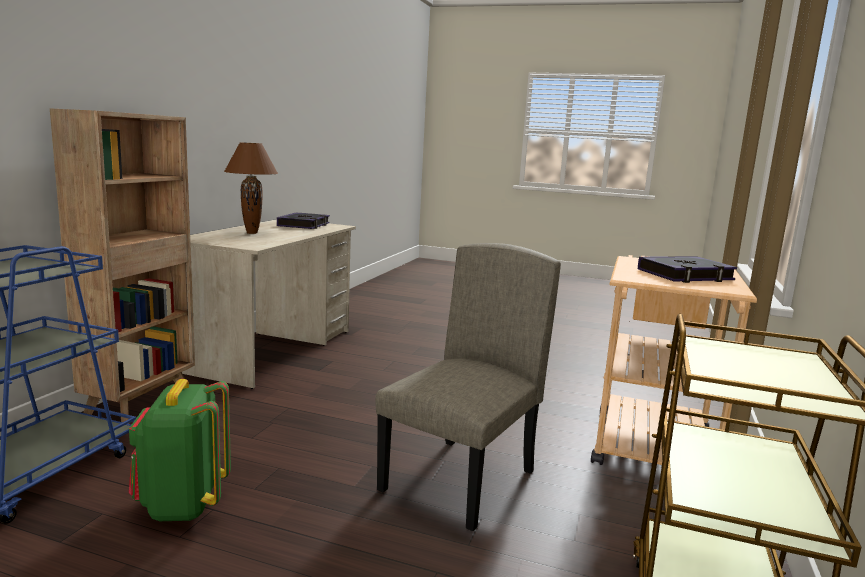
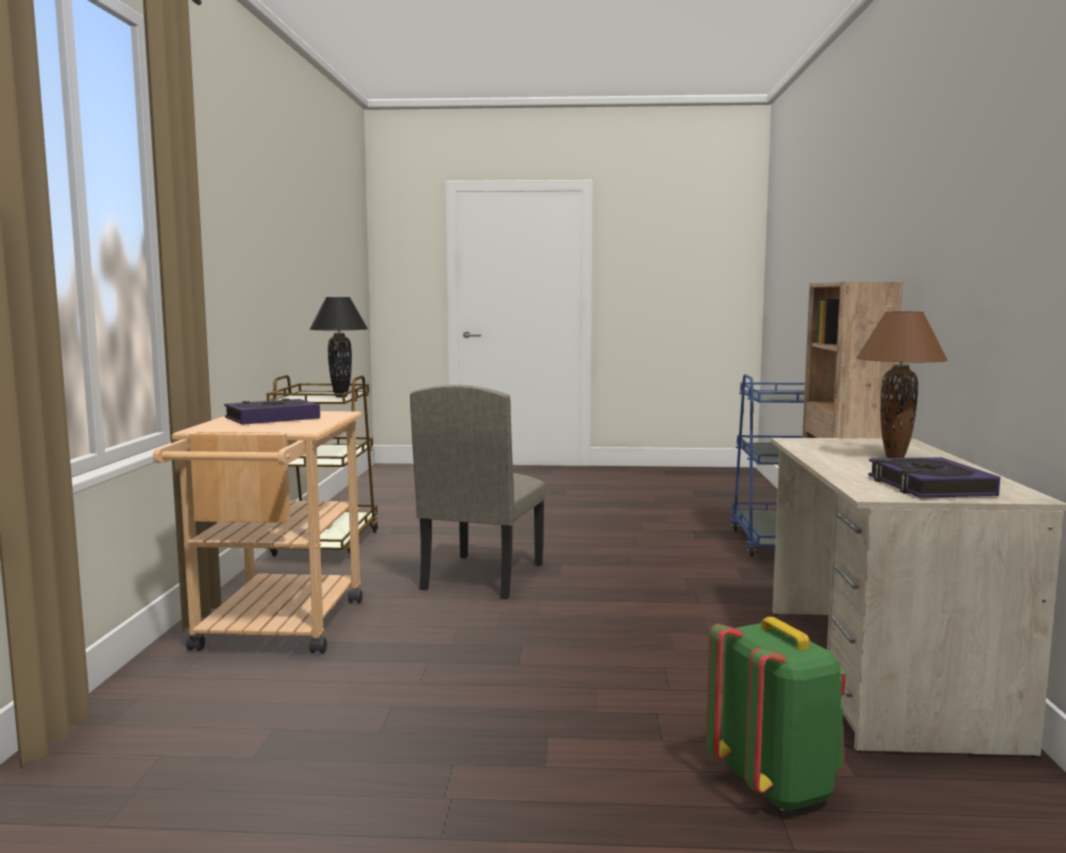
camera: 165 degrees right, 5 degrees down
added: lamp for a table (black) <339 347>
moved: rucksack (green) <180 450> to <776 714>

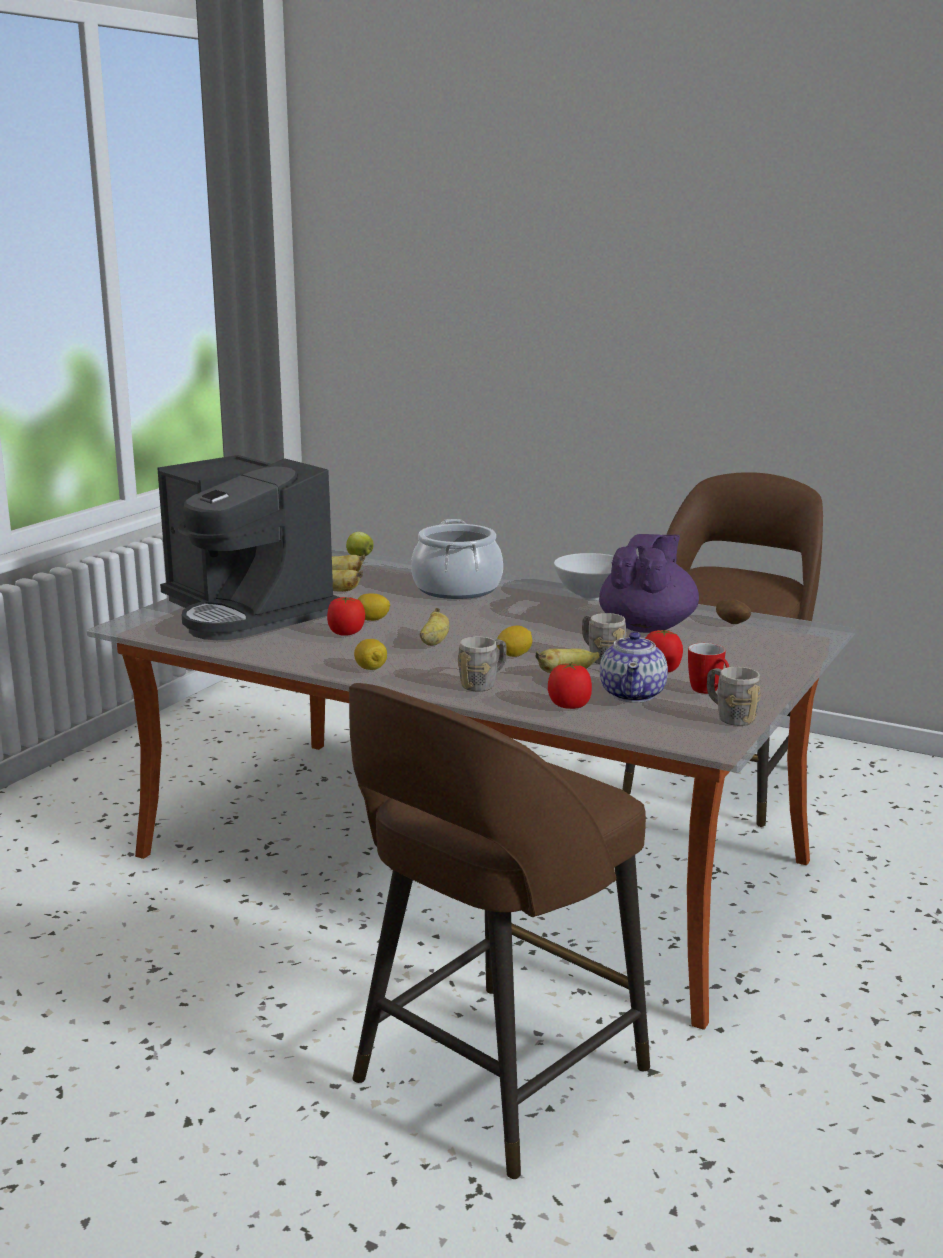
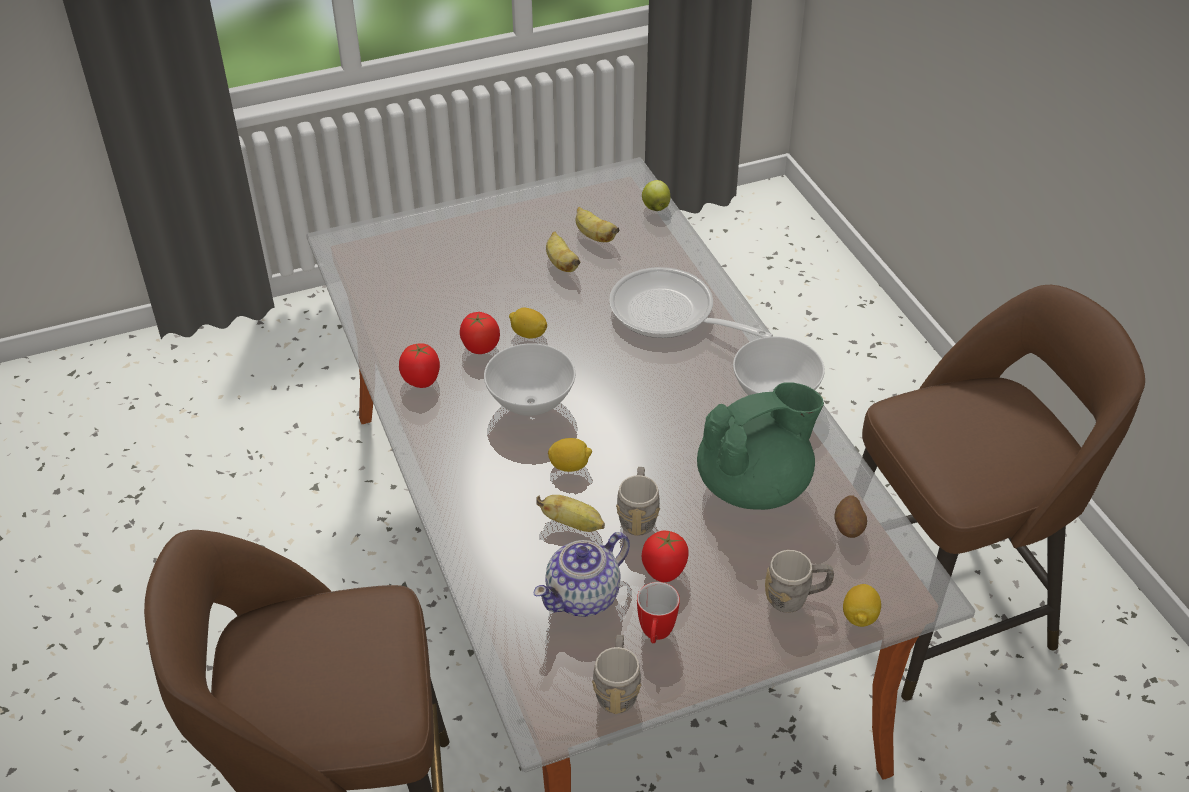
camera: 40 degrees right, 25 degrees up
removed: coffee machine <248 547>
moved: coffee mug (greyish) <482 663> to <799 581>; lemon <370 654> to <862 605>; fresh tomato <570 685> to <419 365>
replaced: stockpot <457 559> to skillet <691 302>; whole banana <434 627> to serving bowl (white-coloured) <529 379>
recoloured: pot for tea (purplish) <649 583> to pot for tea (green) <760 446>

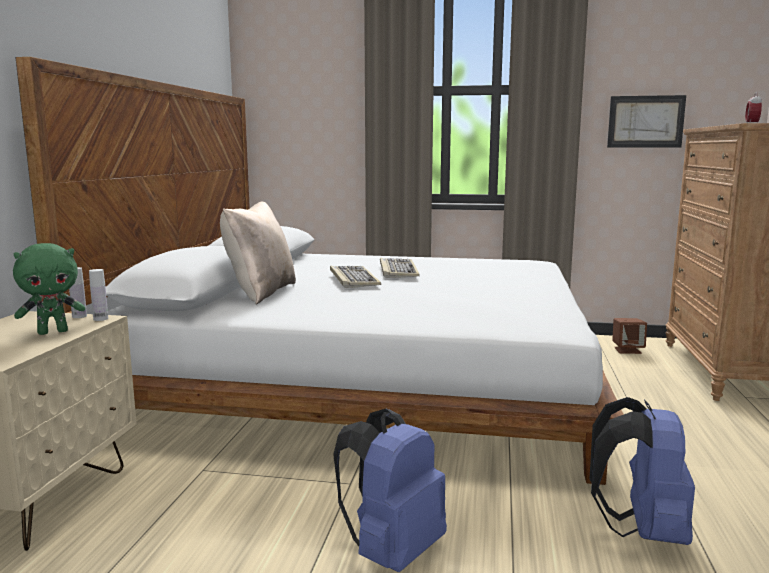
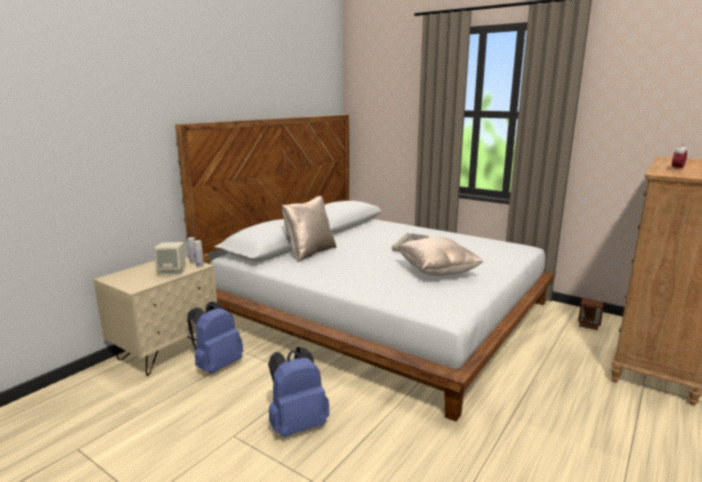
camera: 25 degrees right, 5 degrees up
removed: wall picture <646 121>; computer keyboard <355 277>
added: throw pillow (beige-coloured) <440 256>
moved: rucksack (blue-coloured) <642 471> to <215 337>
replaced: cuddly toy (green) <49 289> to speaker (beige-coloured) <170 259>

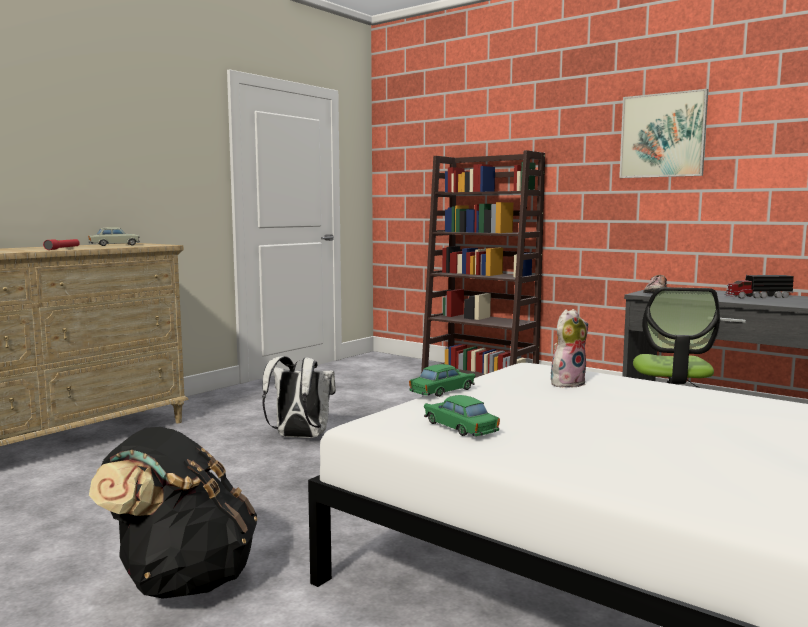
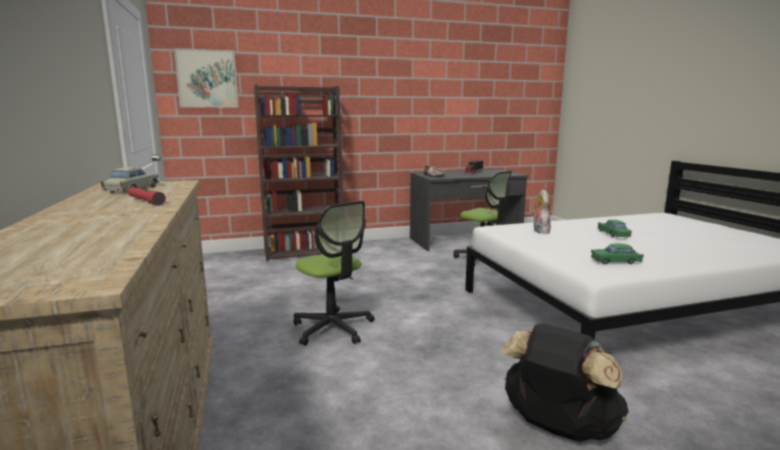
camera: 55 degrees left, 5 degrees up
moved: wall picture <663 133> to <206 77>; miniature car (green) <442 380> to <614 228>
replaced: rucksack (white-coloured) <299 397> to desk chair <334 273>

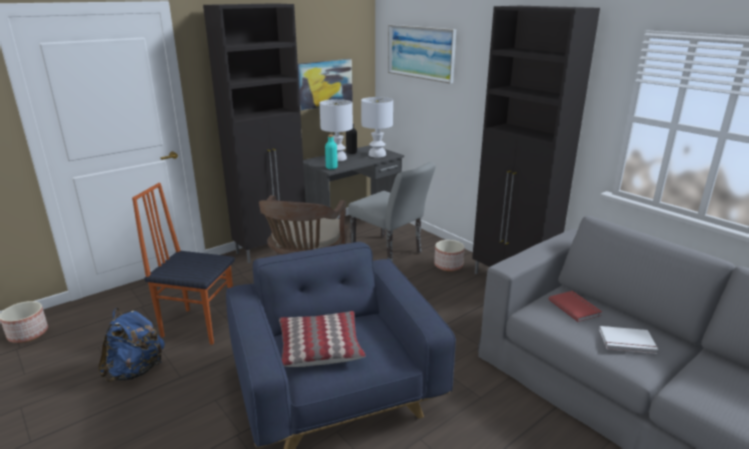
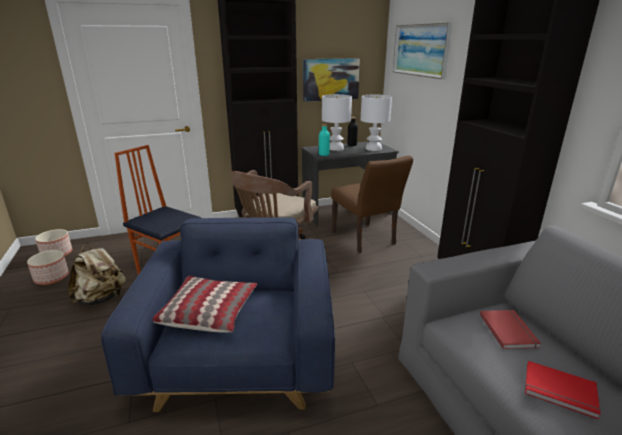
camera: 20 degrees right, 0 degrees up
moved: planter <449 255> to <48 267>
recoloured: upright chair (greyish) <392 212> to upright chair (brown) <372 204>; rucksack (blue-coloured) <131 345> to rucksack (beige-coloured) <97 274>; book (white-coloured) <628 340> to book (red-coloured) <563 390>

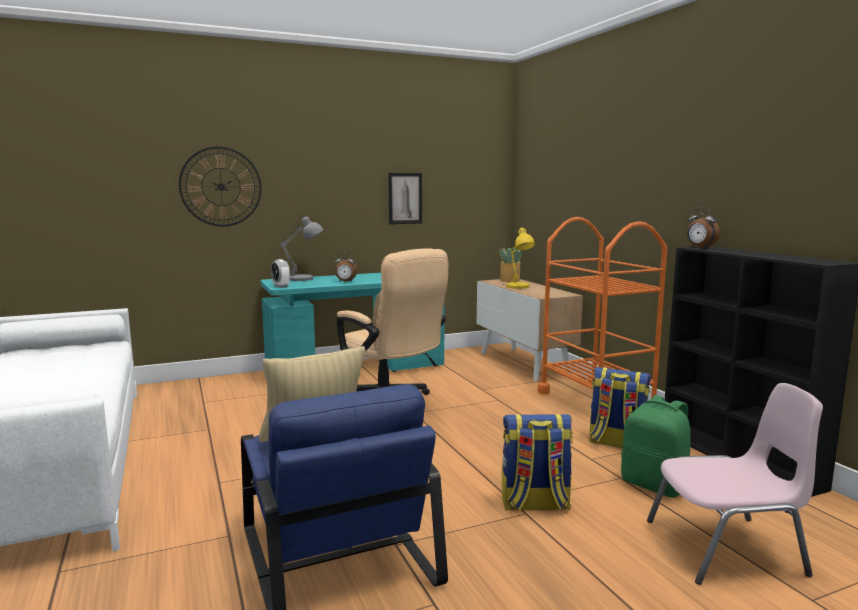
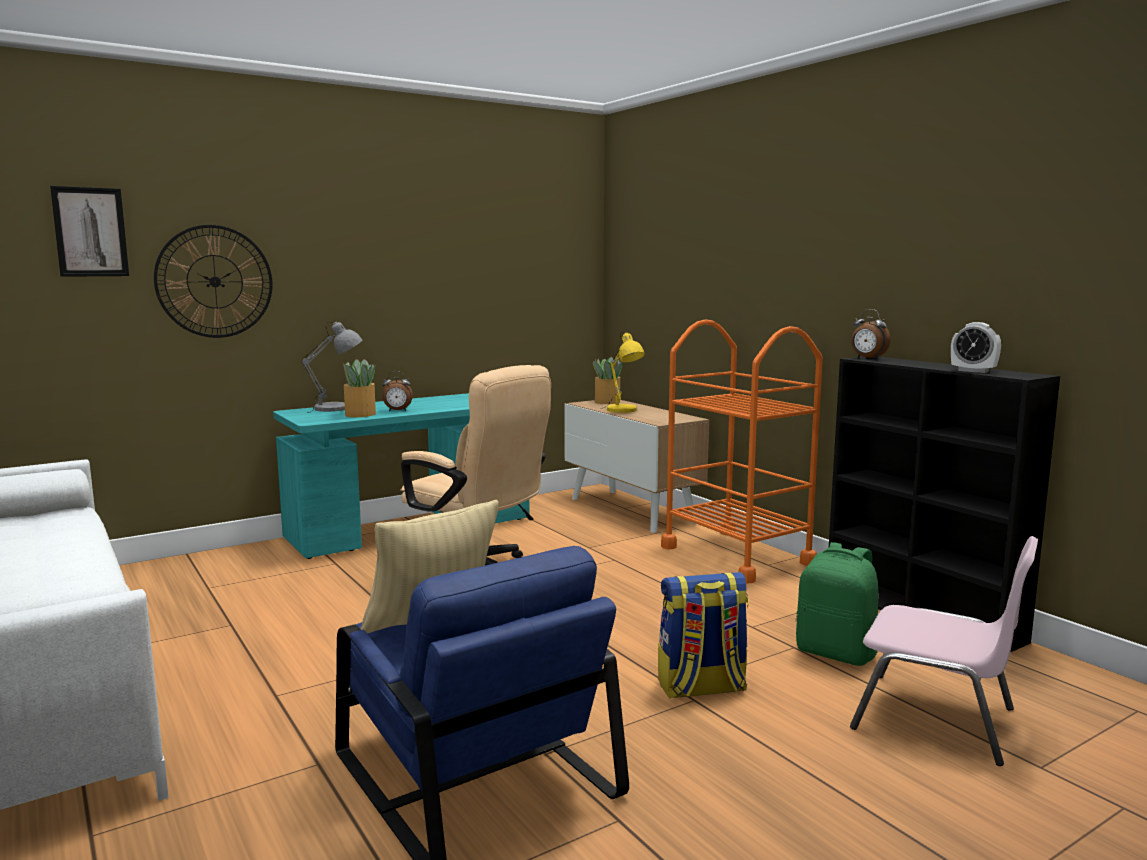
camera: 10 degrees left, 0 degrees up
removed: rucksack <619 407>
added: houseplant <359 388>
moved: wall picture <405 198> to <89 231>; alarm clock <280 273> to <976 347>
turned: upright chair (pinkish) <735 484> = <944 651> 45 degrees clockwise

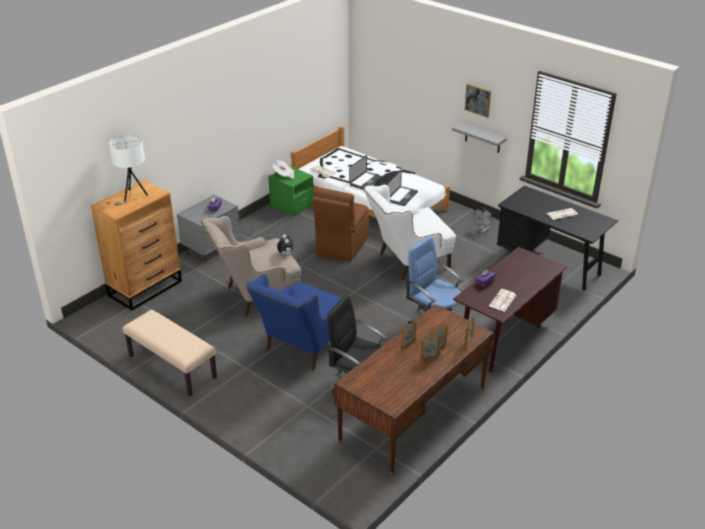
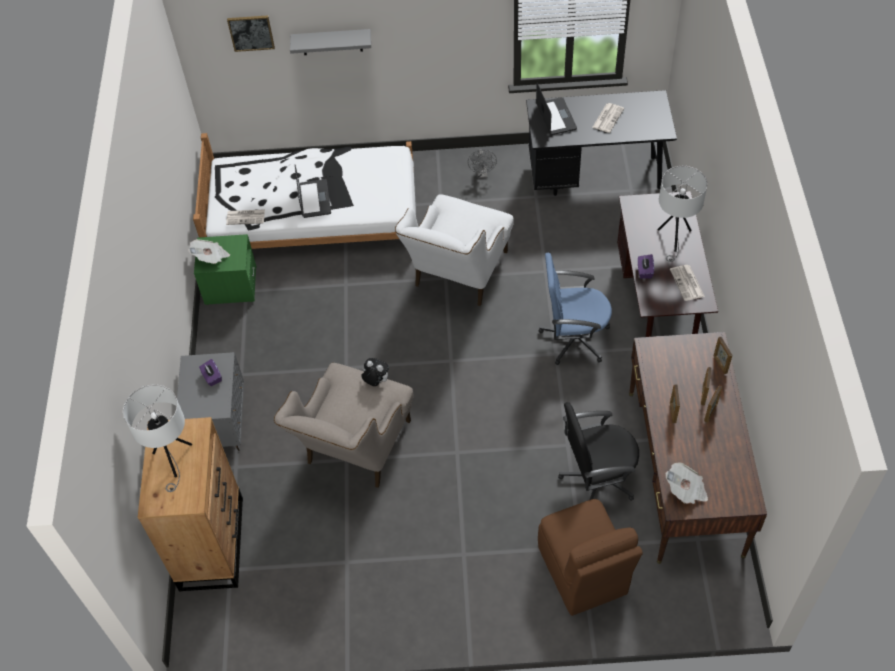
camera: 40 degrees left, 20 degrees up
removed: easy chair (blue-coloured) <293 322>; bench (beige-coloured) <169 353>
added: lamp for a table (white-coloured) <682 214>; daily paper <686 483>
moved: wall picture <478 101> to <251 33>; shelf (greyish) <479 137> to <330 42>; notebook computer <402 188> to <556 109>; upright chair (brown) <340 224> to <590 557>

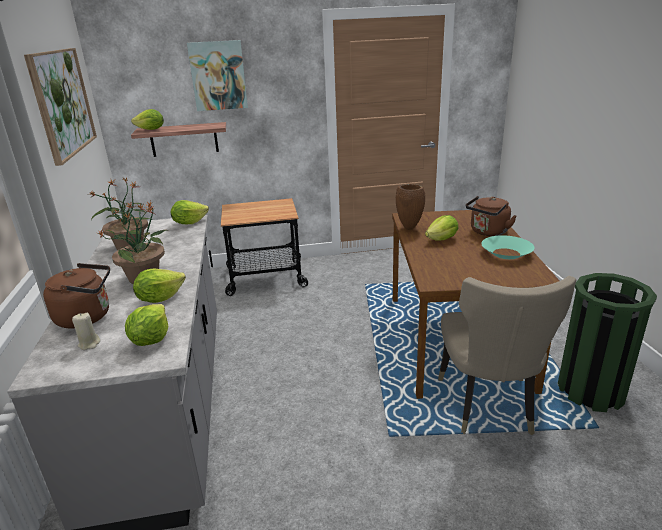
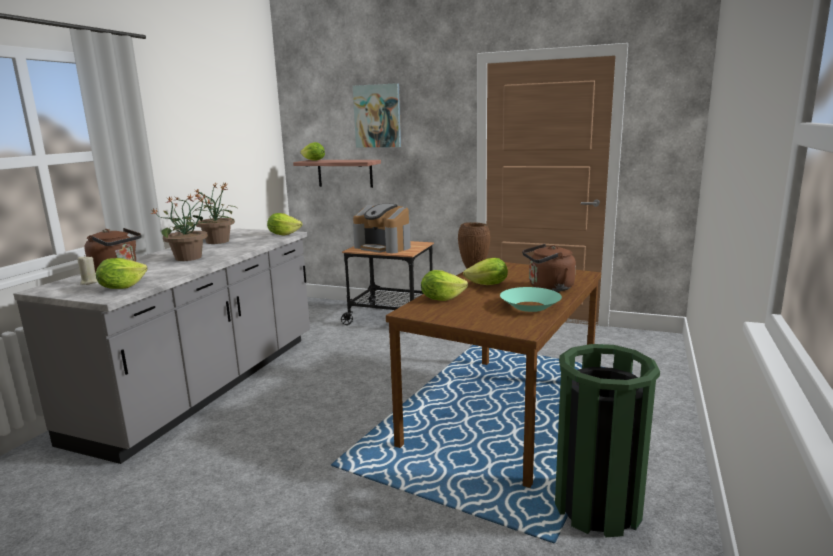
camera: 30 degrees right, 10 degrees down
removed: wall picture <60 107>; upright chair (beige-coloured) <507 355>
added: coffee machine <382 228>
moved: lettuce <159 285> to <444 285>

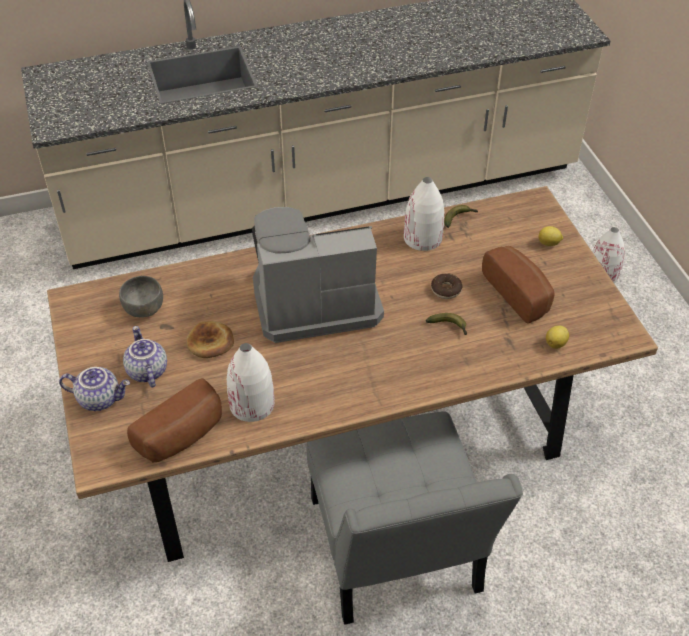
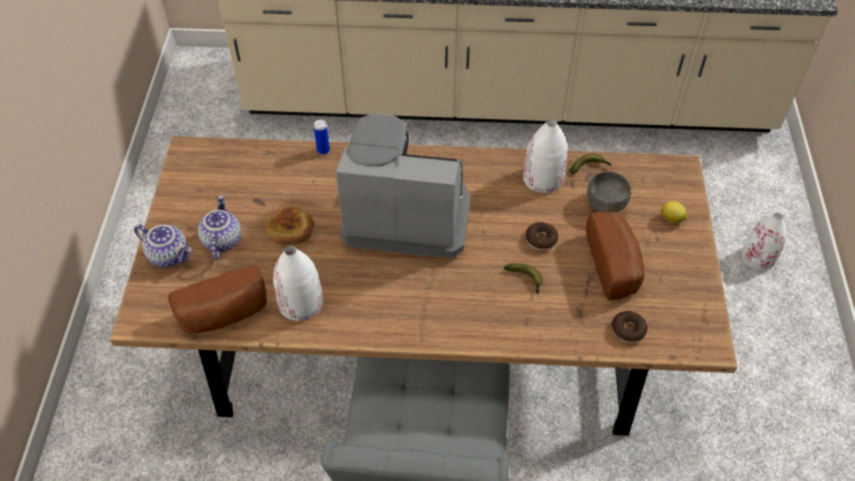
camera: 20 degrees right, 5 degrees up
added: sealed can <322 137>
moved: serving bowl (greyish) <141 296> to <609 192>
replaced: lemon <557 337> to donut <629 327>

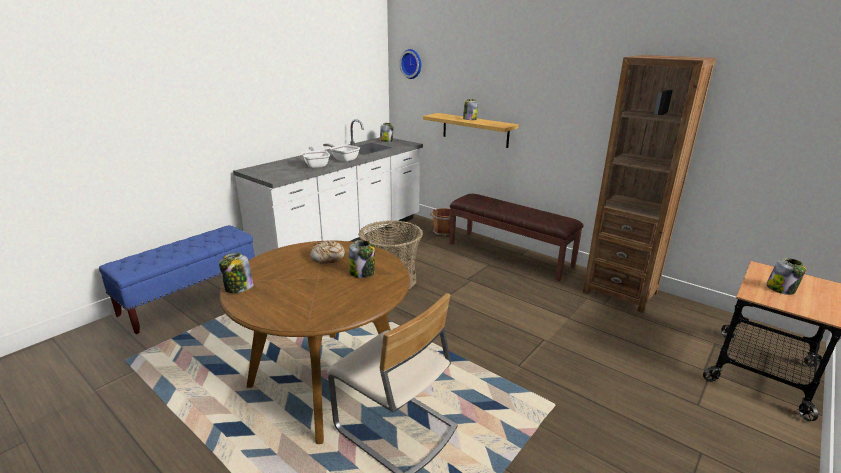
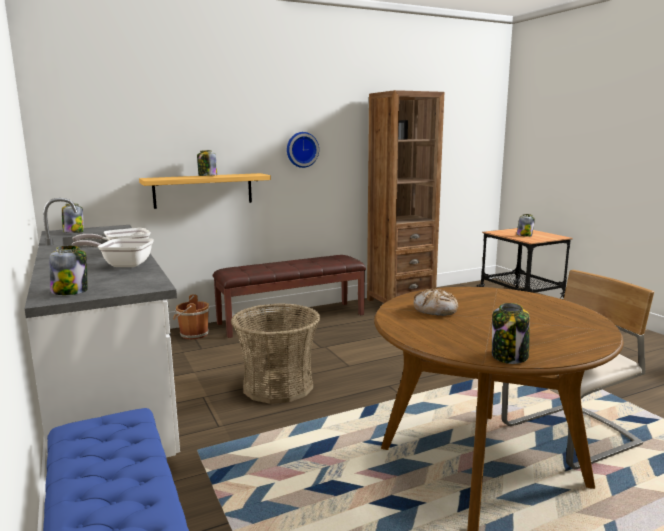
camera: 65 degrees left, 10 degrees down
moved: clock on the wall <410 64> to <303 150>; preserve jar <362 259> to <68 270>

